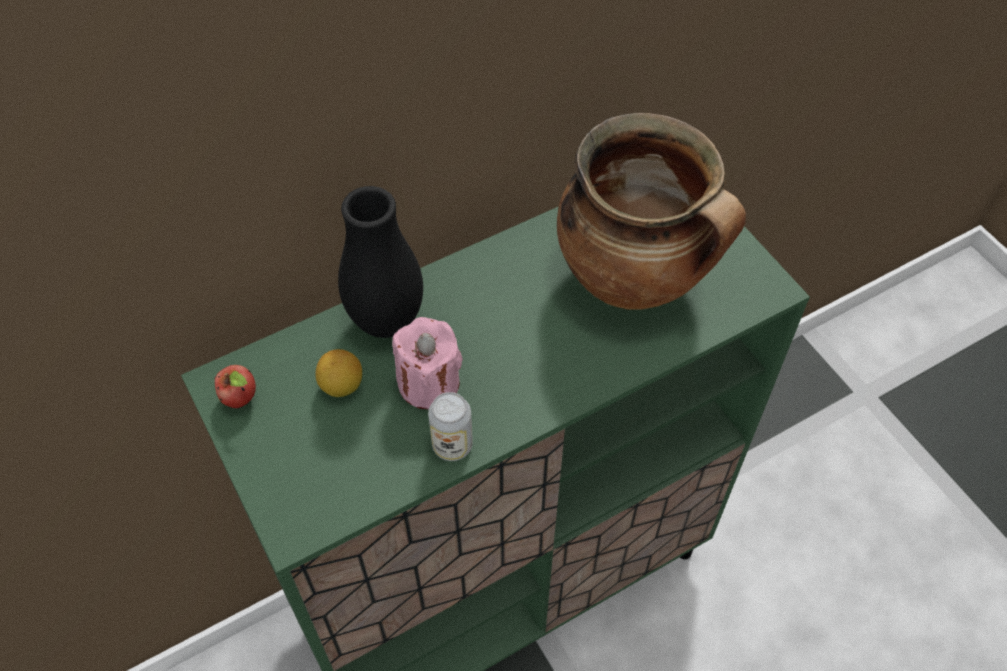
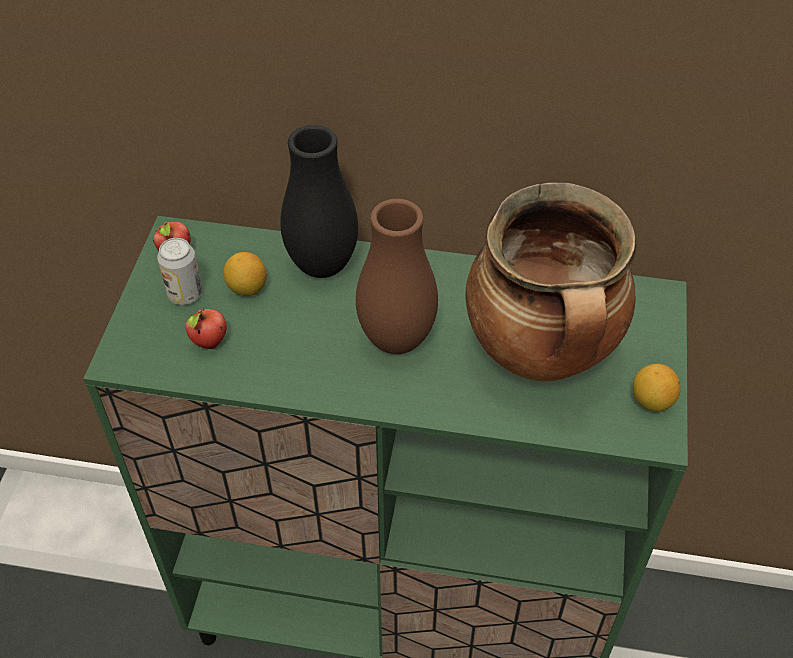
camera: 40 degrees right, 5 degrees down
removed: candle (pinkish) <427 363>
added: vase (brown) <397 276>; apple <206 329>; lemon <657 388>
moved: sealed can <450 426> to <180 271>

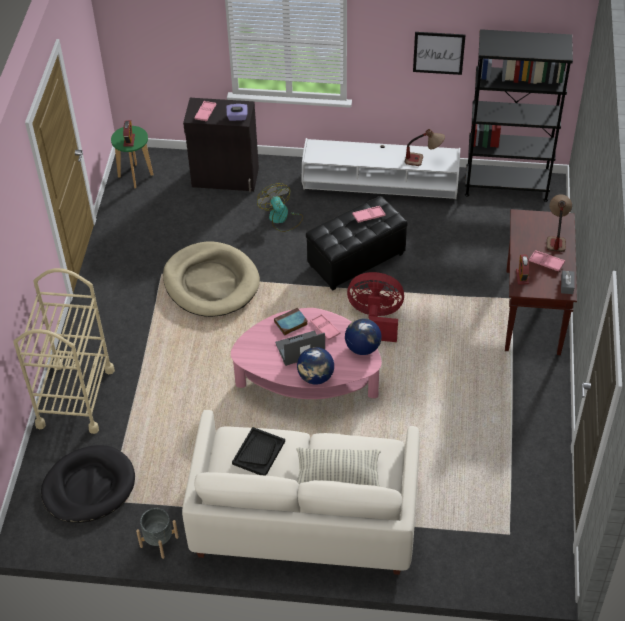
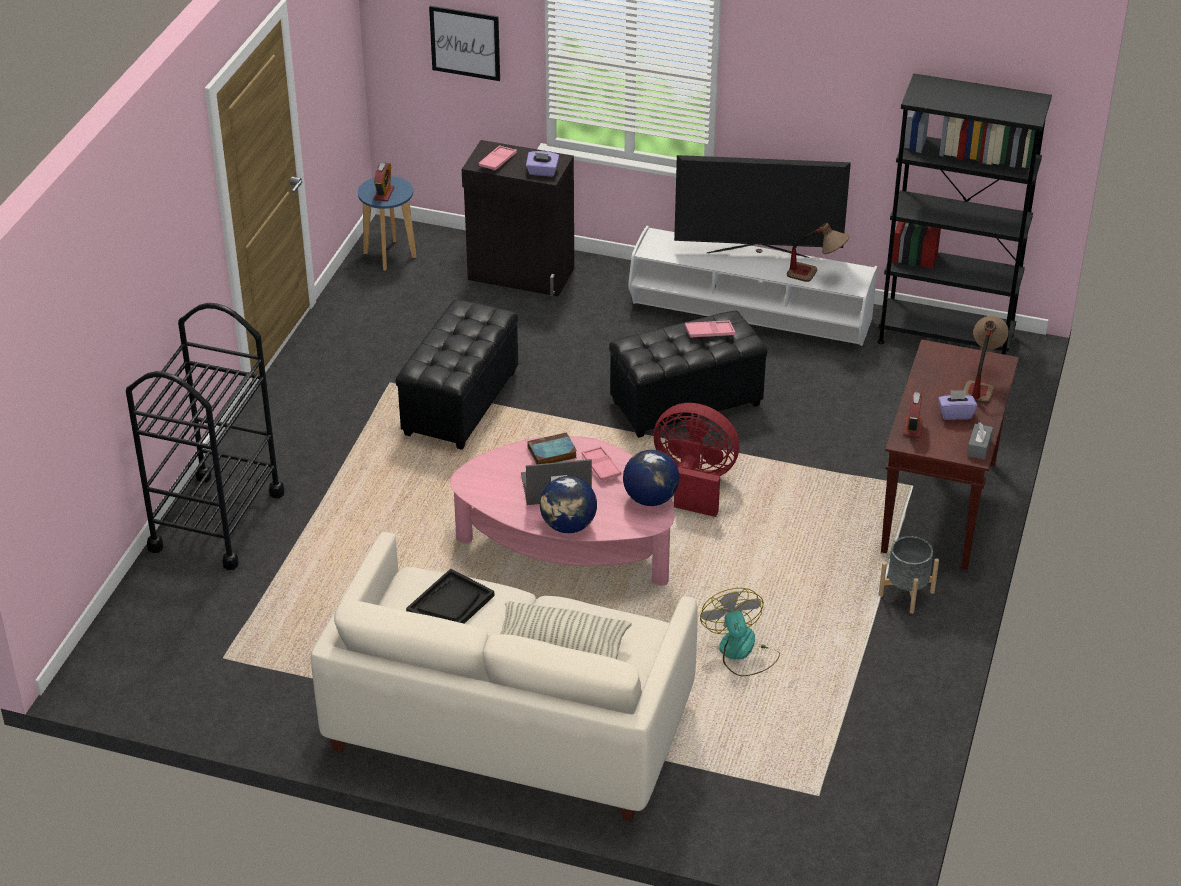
camera: 10 degrees right, 10 degrees down
removed: dog cushion (black) <88 484>
added: TV set <762 206>
moved: wall picture <439 53> to <464 43>; electric fan <280 207> to <740 632>; planter (greyish) <157 533> to <909 575>
replaced: dog cushion (beige-coloured) <211 279> to footrest (black) <457 374>; serving tray (pinkish) <547 260> to tissue holder (purplish) <957 405>
recoloured: stool (green) <132 157> to stool (blue-coloured) <387 223>; trolley (beige-coloured) <64 351> to trolley (black) <205 436>

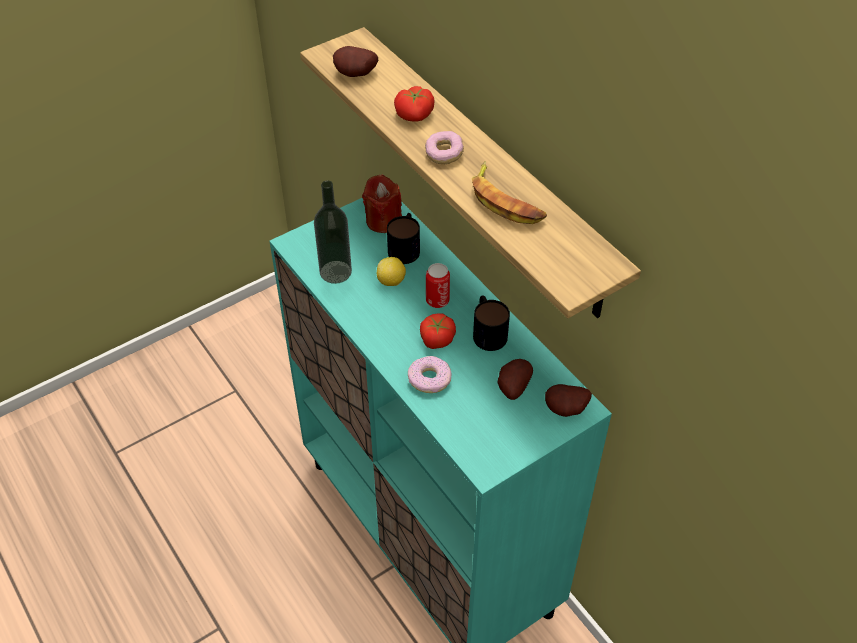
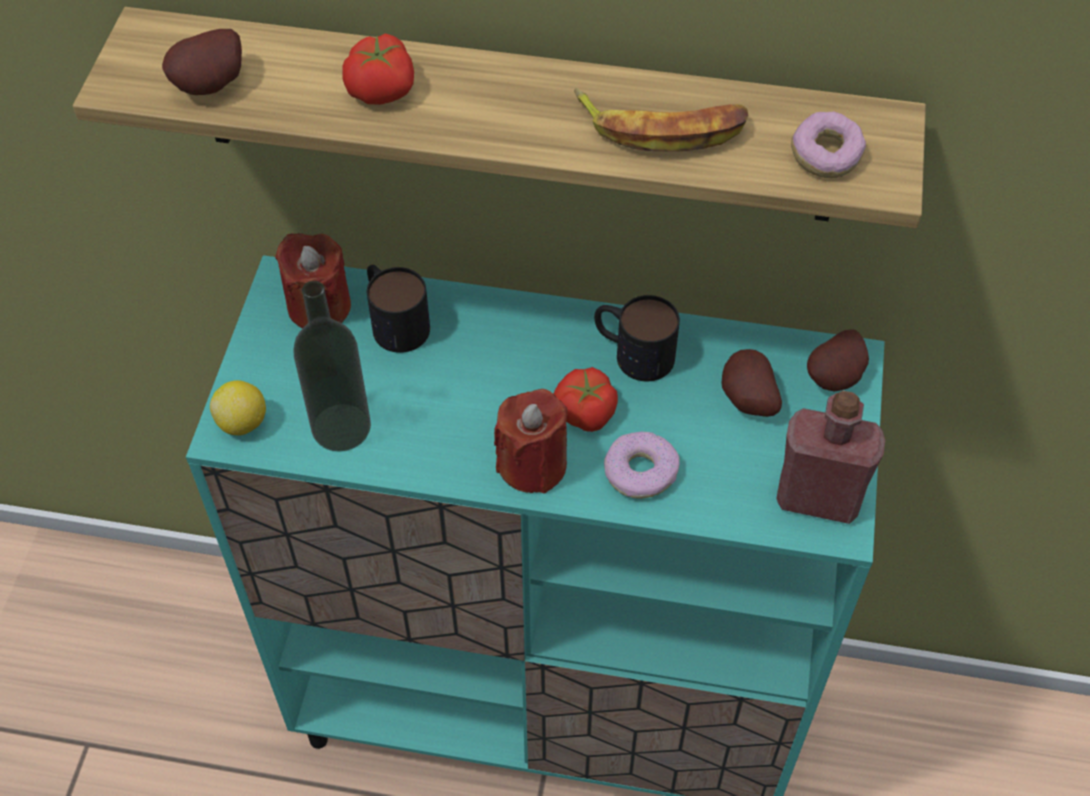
camera: 45 degrees left, 5 degrees up
removed: sealed can <438 285>
added: candle (red-coloured) <531 441>; beverage bottle (red-coloured) <830 457>
moved: donut <444 147> to <828 145>; lemon <391 271> to <238 407>

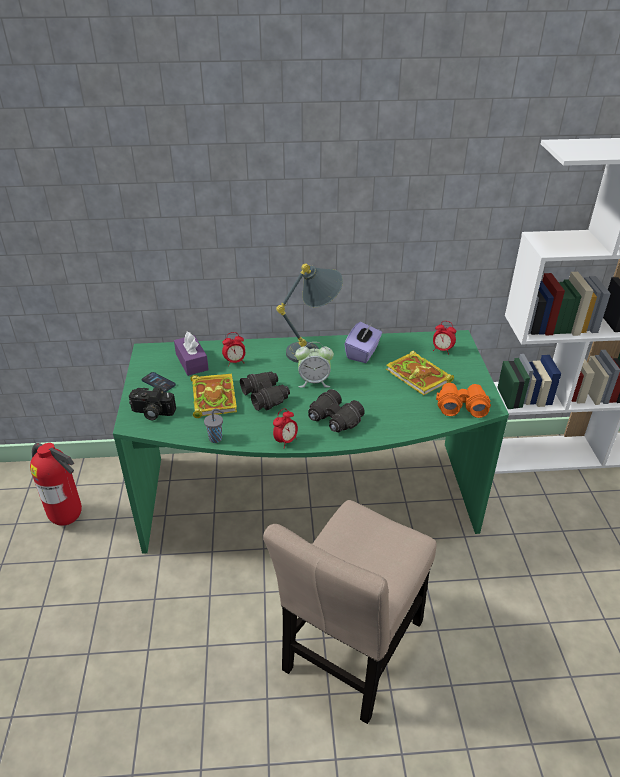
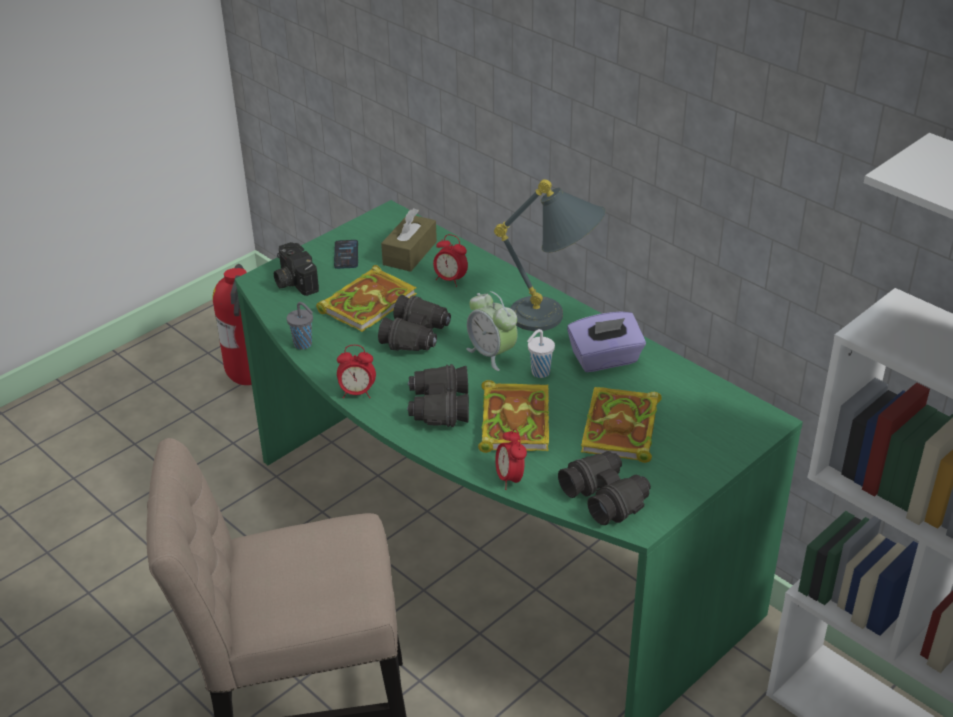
camera: 50 degrees right, 0 degrees up
added: drinking cup (white-coloured) <541 353>; book <513 416>
moved: alarm clock <444 338> to <511 459>
recoloured: tissue holder (purplish) <191 354> to tissue holder (brown) <409 240>; field glasses (orange-coloured) <463 400> to field glasses (black) <604 488>

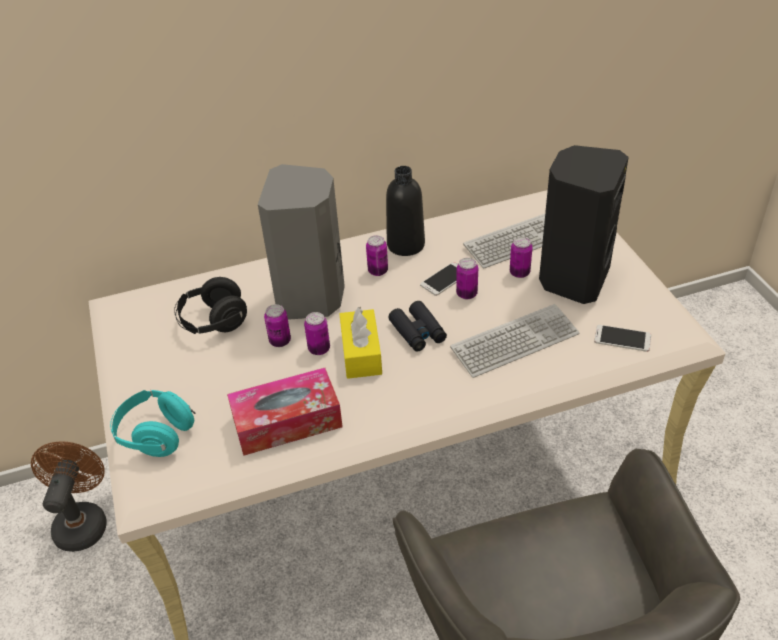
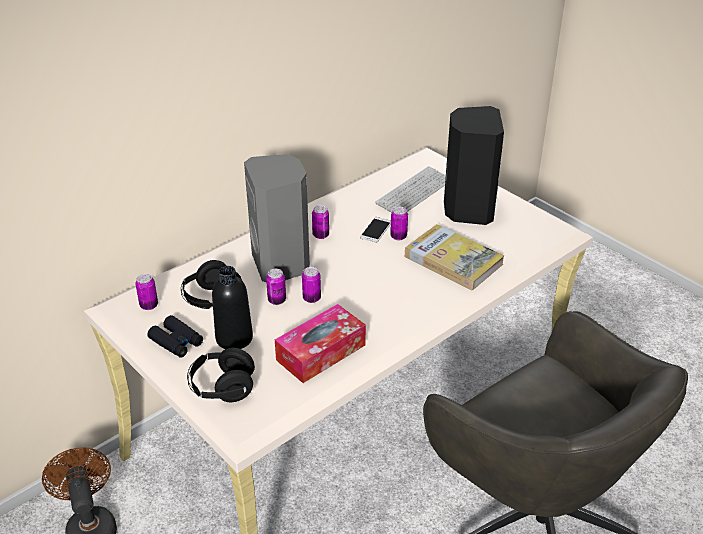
camera: 25 degrees left, 5 degrees down
removed: tissue holder (yellow) <360 343>; telephone <622 338>
moved: beverage bottle (black) <405 211> to <232 307>; sealed can <521 257> to <146 292>; field glasses (black) <417 326> to <175 336>
replaced: computer keyboard <514 341> to book <454 257>
recoloured: headset (blue-green) <152 423> to headset (black) <221 375>

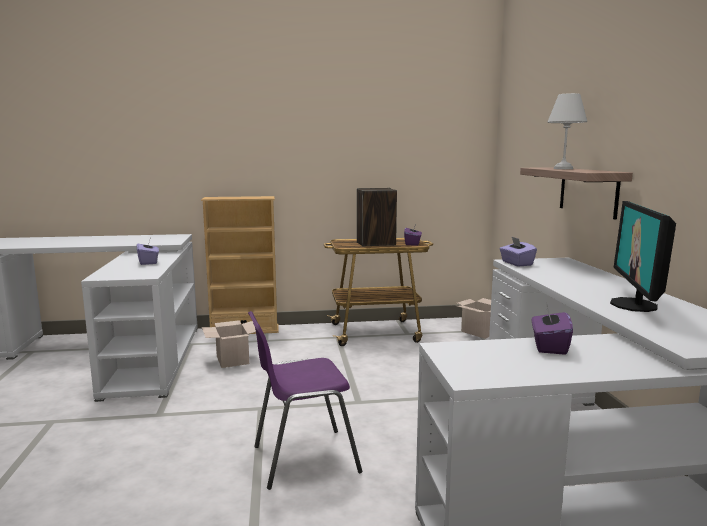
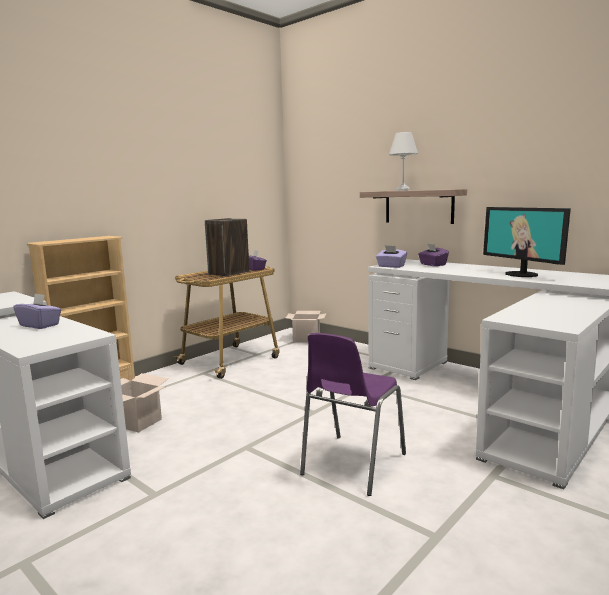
camera: 40 degrees left, 0 degrees up
moved: tissue holder (purplish) <552 328> to <433 255>

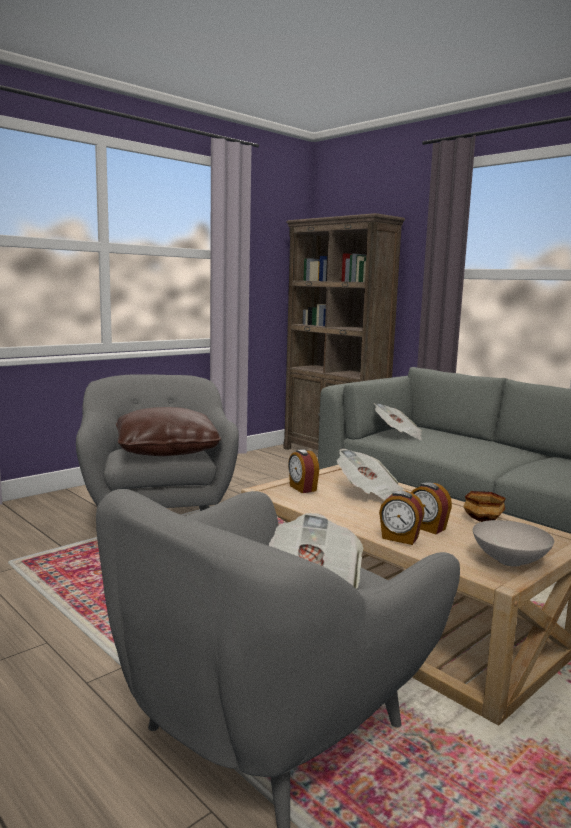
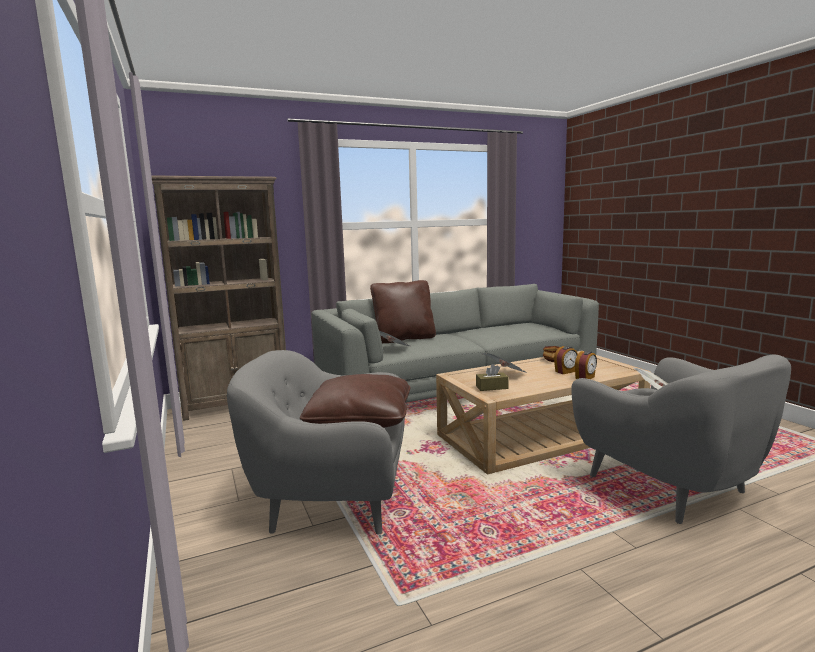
camera: 70 degrees left, 0 degrees up
removed: serving bowl (white-coloured) <513 543>
added: throw pillow (brown) <403 312>
replaced: alarm clock <303 471> to tissue holder (brown) <492 377>

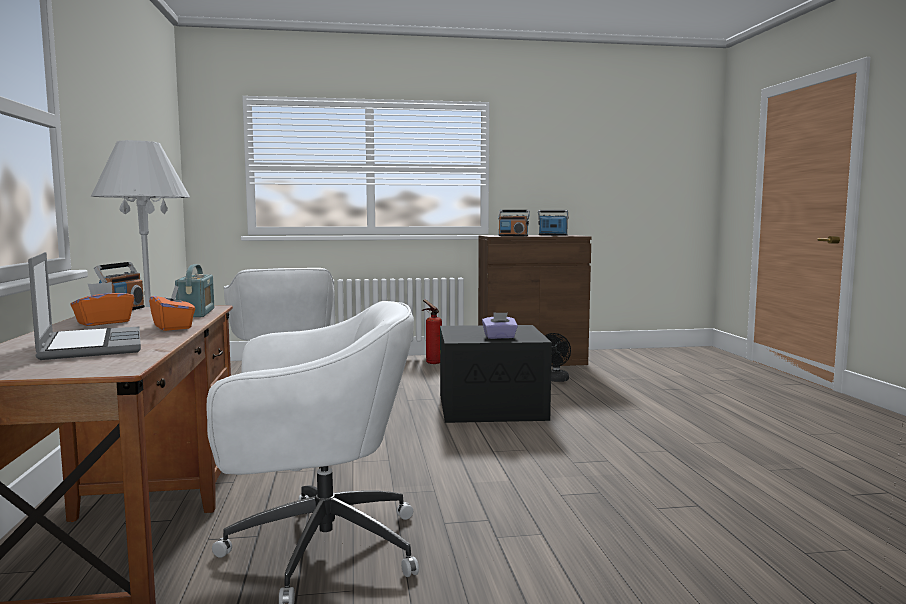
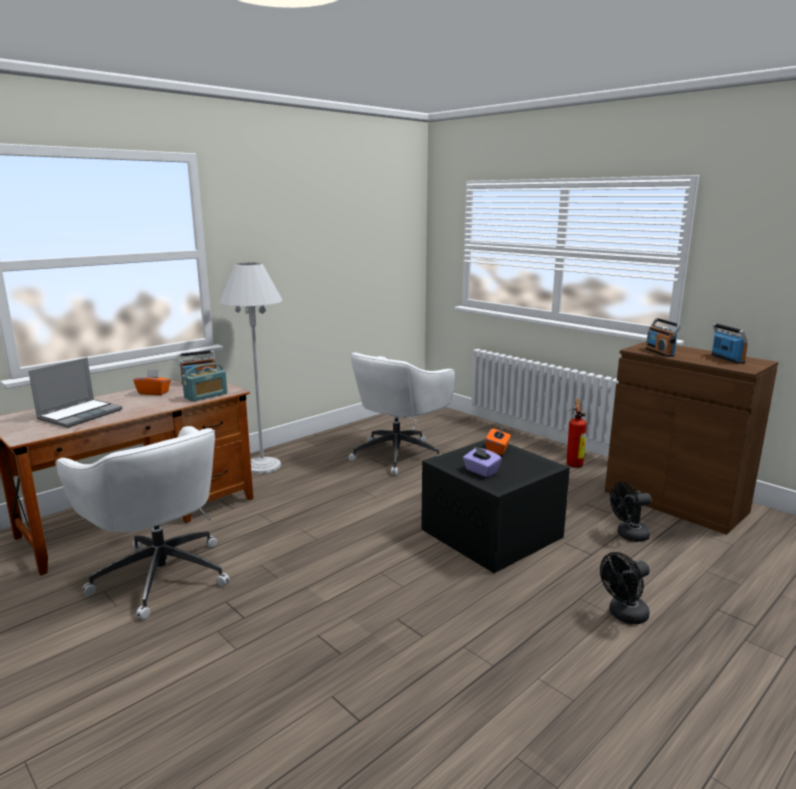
camera: 55 degrees right, 10 degrees up
added: electric fan (black) <625 588>
moved: tissue holder (orange-coloured) <172 308> to <498 440>

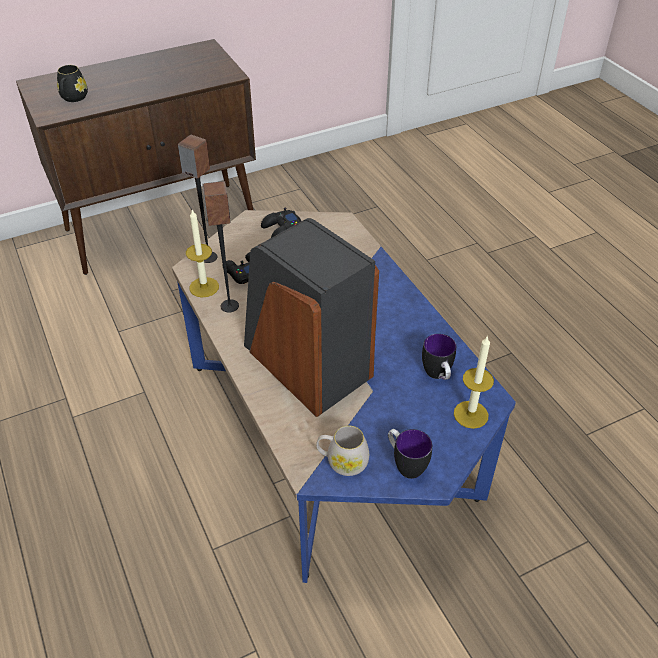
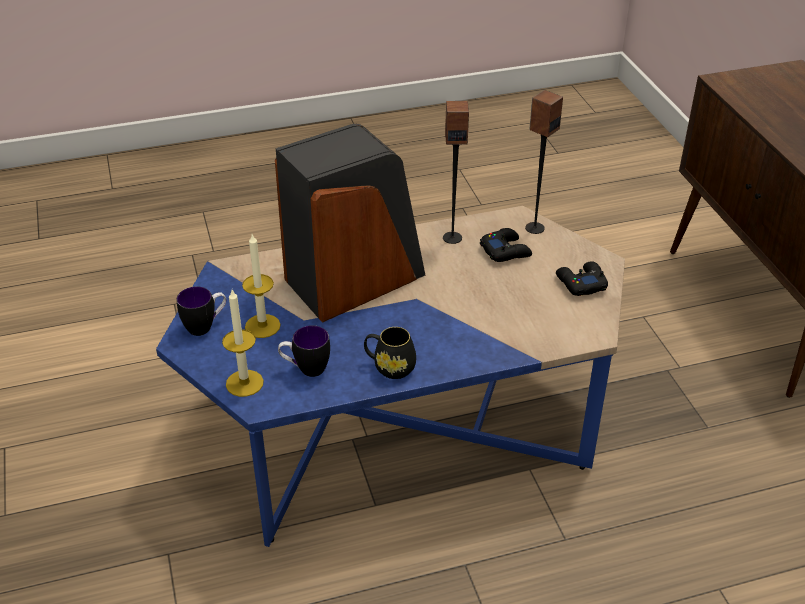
camera: 100 degrees right, 5 degrees down
removed: coffee mug (white-coloured) <342 450>
moved: coffee mug (black) <72 83> to <390 353>; candle <202 254> to <261 286>

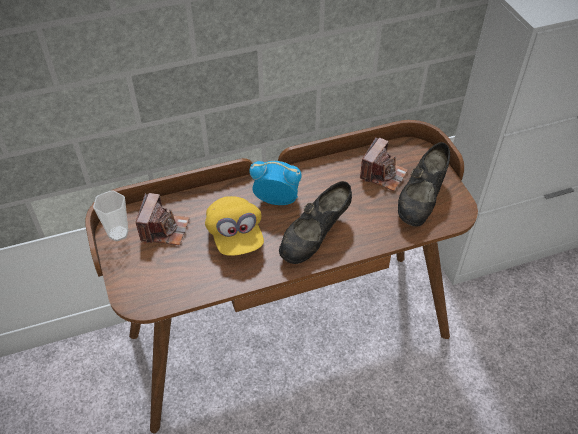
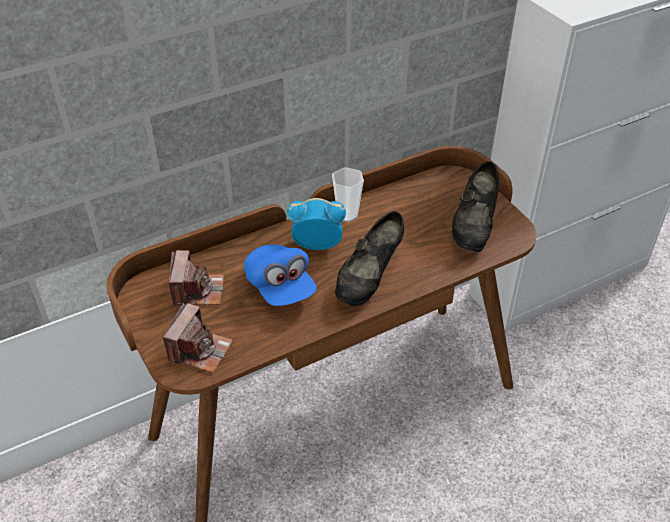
camera: 10 degrees left, 5 degrees down
moved: photo camera <384 164> to <198 337>; drinking cup <110 215> to <348 194>
recoloured: baseball cap (yellow) <234 226> to baseball cap (blue-coloured) <280 275>

